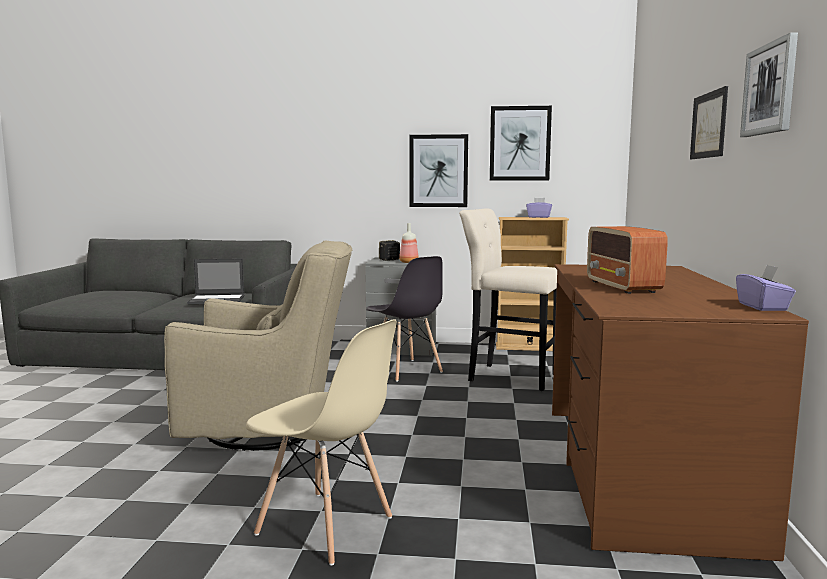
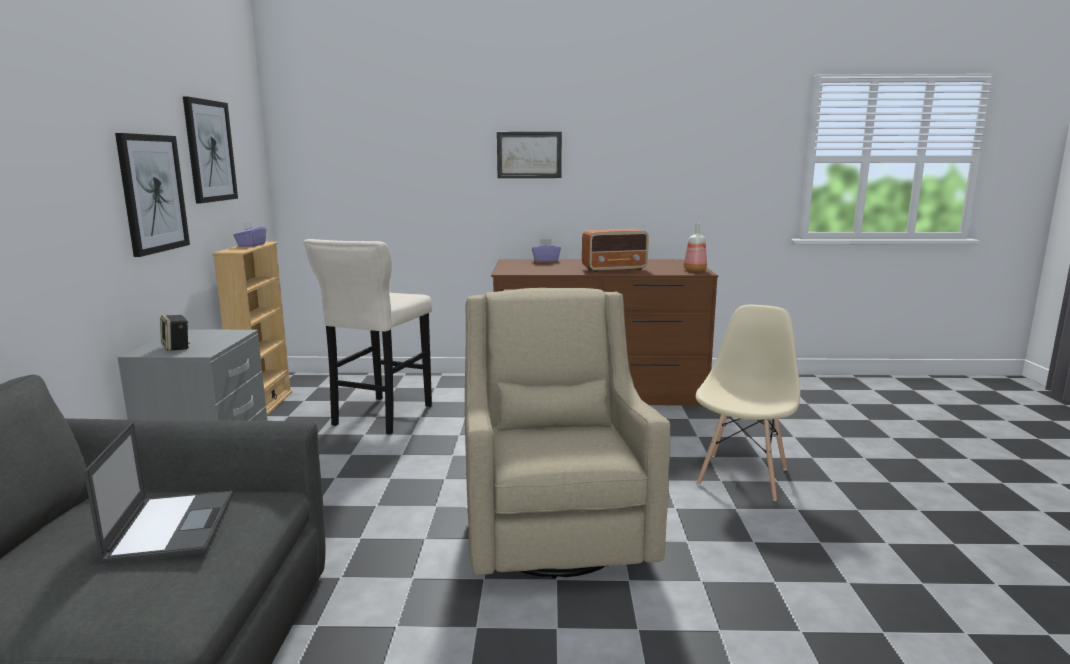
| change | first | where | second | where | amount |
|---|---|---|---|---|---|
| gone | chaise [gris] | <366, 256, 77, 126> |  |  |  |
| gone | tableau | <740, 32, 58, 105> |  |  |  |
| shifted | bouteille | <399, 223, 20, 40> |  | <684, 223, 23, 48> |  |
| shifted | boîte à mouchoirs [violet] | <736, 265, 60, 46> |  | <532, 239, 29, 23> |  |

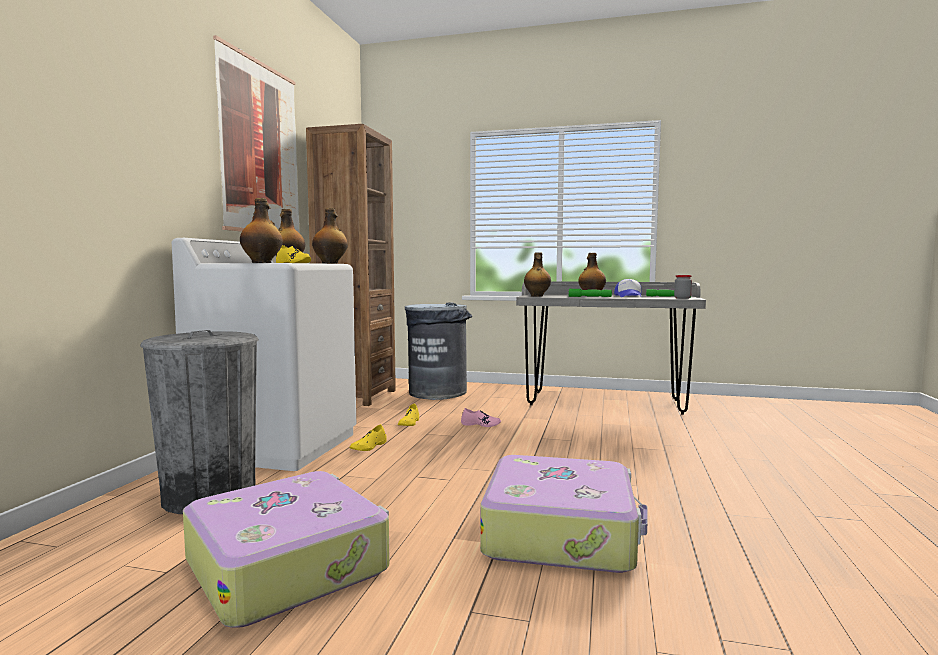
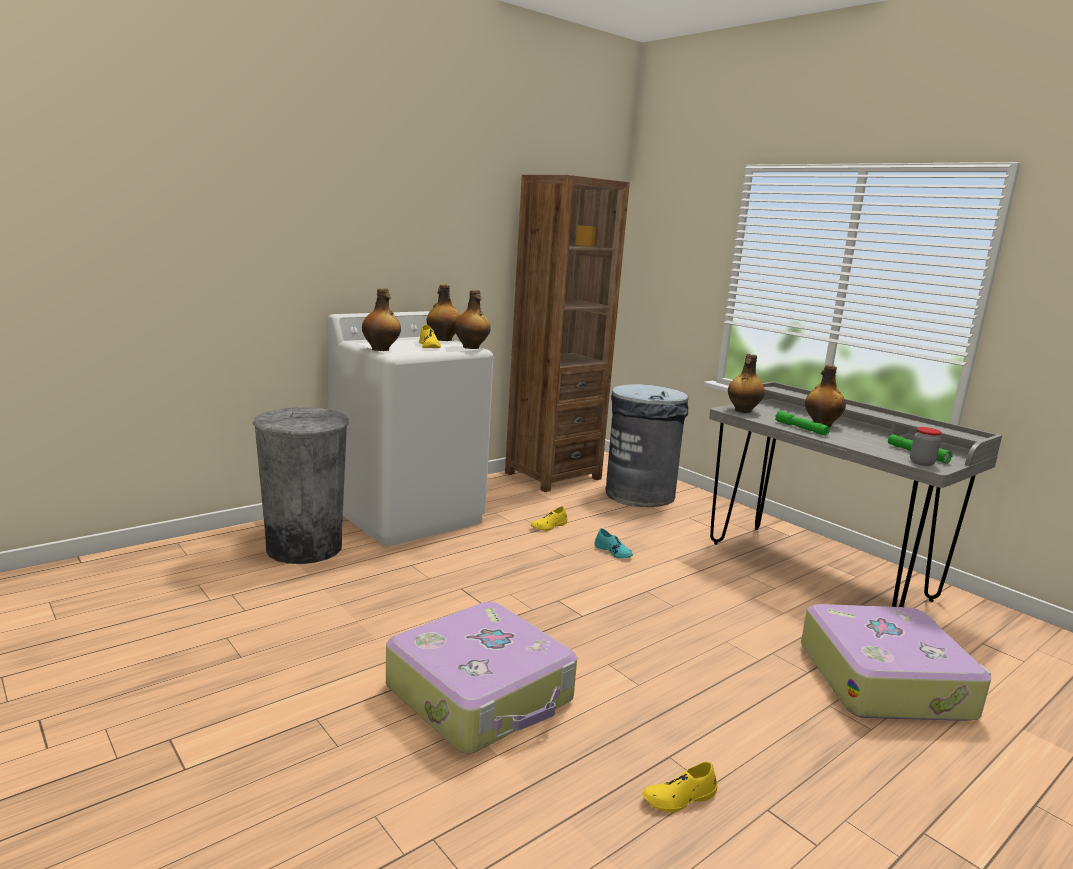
| change | first | where | second | where | amount |
|---|---|---|---|---|---|
| gone | tableau | <213, 35, 86, 197> |  |  |  |
| gone | casquette | <614, 279, 28, 18> |  |  |  |
| shifted | valise | <183, 471, 207, 157> |  | <801, 604, 190, 117> |  |
| shifted | chaussure [jaune] | <350, 424, 37, 27> |  | <642, 762, 76, 51> |  |
| repainted | chaussure [rose] | <461, 408, 40, 19> | chaussure [turquoise] | <595, 528, 38, 31> |  |

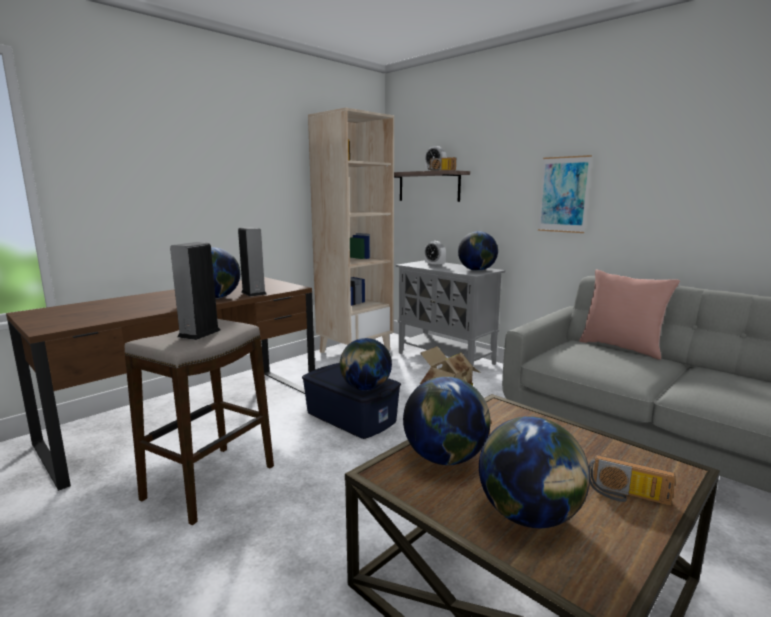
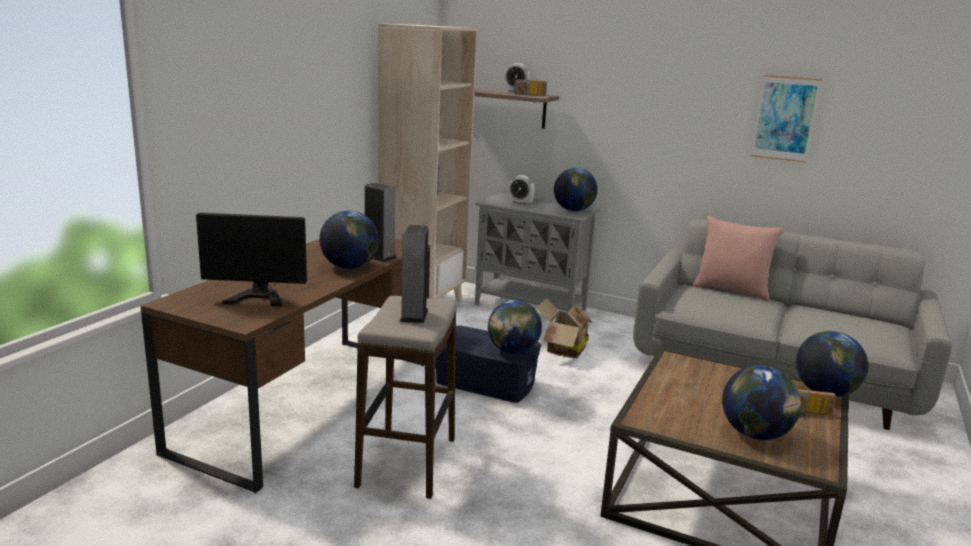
| change | first | where | second | where | amount |
|---|---|---|---|---|---|
| new |  |  | écran d'ordinateur | <196, 213, 111, 93> |  |
| shifted | globe | <403, 376, 87, 89> |  | <796, 331, 72, 66> |  |
| shifted | tableau | <538, 155, 54, 78> |  | <751, 75, 71, 88> |  |

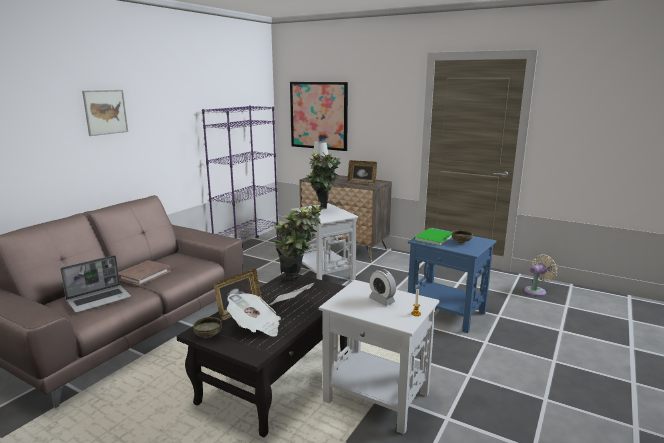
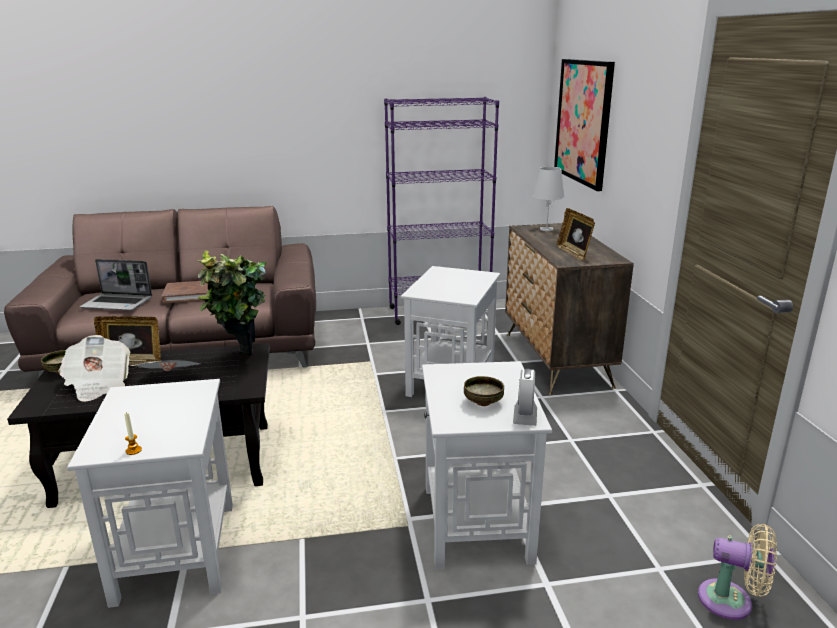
| change | first | where | second | where | amount |
|---|---|---|---|---|---|
| gone | tableau | <82, 90, 46, 46> |  |  |  |
| gone | plante en pot | <305, 151, 36, 58> |  |  |  |
| gone | livre [vert] | <414, 228, 38, 18> |  |  |  |
| shifted | réveil | <369, 269, 27, 37> |  | <513, 369, 24, 57> |  |
| repainted | table d'appoint [bleu] | <408, 228, 89, 105> | table d'appoint [blanc] | <422, 361, 130, 209> |  |

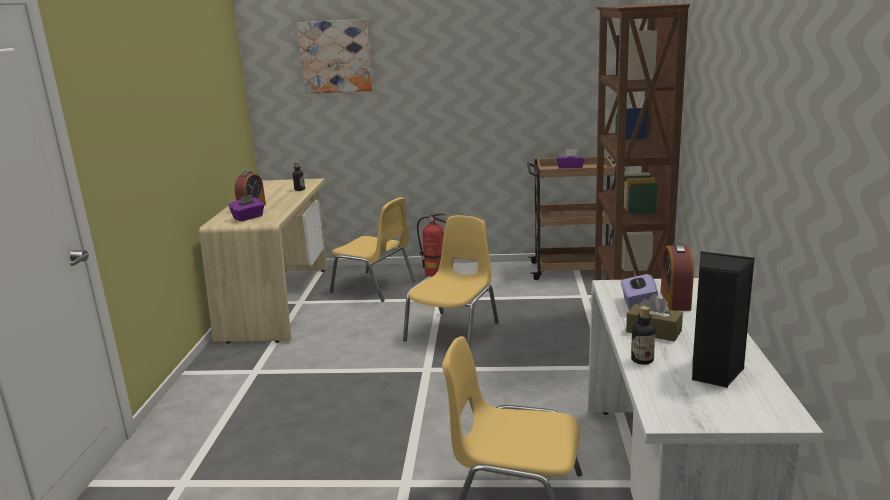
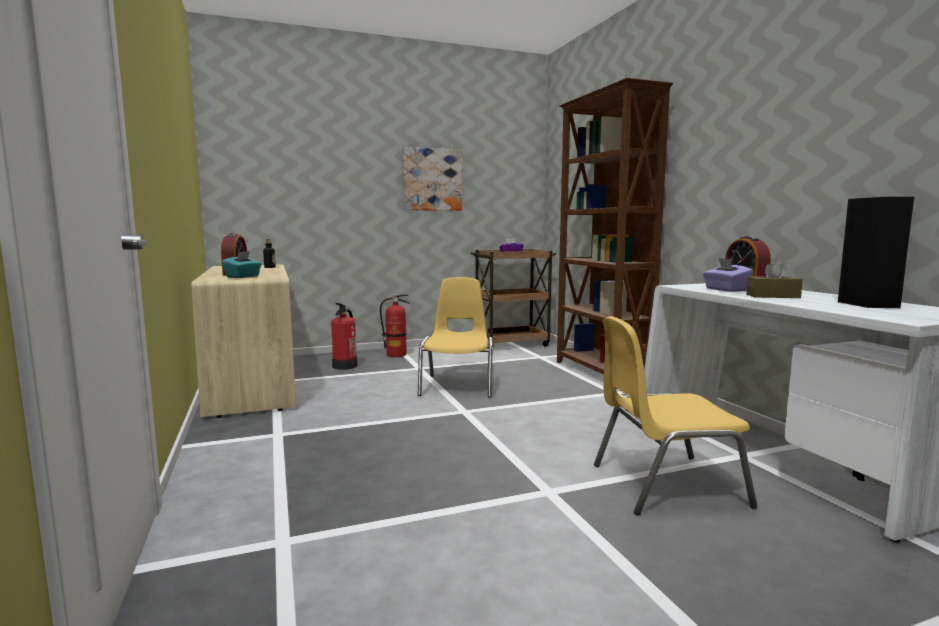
| change | first | where | second | where | amount |
|---|---|---|---|---|---|
| gone | bouteille | <631, 306, 24, 59> |  |  |  |
| shifted | tableau | <297, 19, 76, 75> |  | <403, 147, 59, 64> |  |
| swapped | chaise [jaune] | <330, 197, 86, 105> | extincteur | <331, 303, 27, 67> |  |
| repainted | boîte à mouchoirs [violet] | <229, 194, 35, 27> | boîte à mouchoirs [turquoise] | <222, 251, 39, 27> |  |

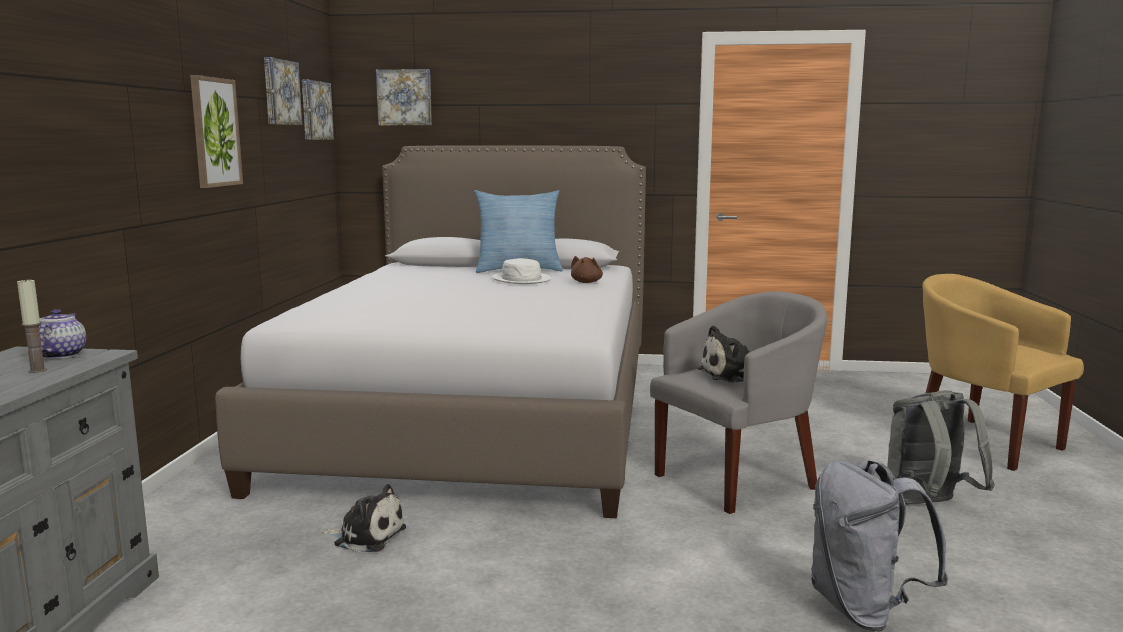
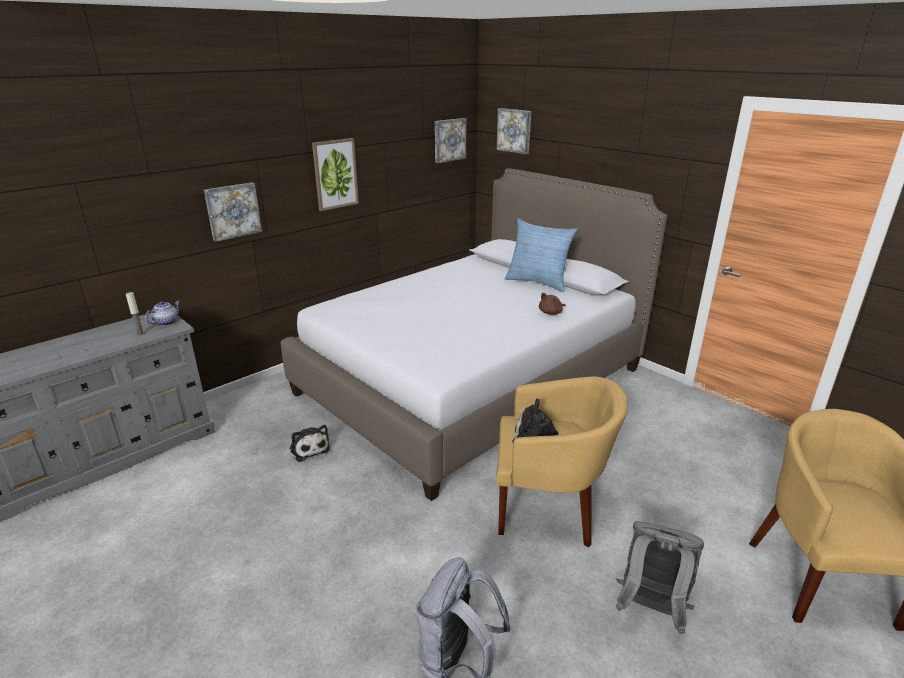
| change | first | where | second | where | amount |
|---|---|---|---|---|---|
| gone | chapeau [blanc] | <492, 258, 60, 26> |  |  |  |
| shifted | tableau | <264, 57, 38, 68> |  | <204, 182, 58, 59> |  |
| repainted | fauteuil [gris] | <650, 291, 177, 223> | fauteuil [jaune] | <496, 376, 132, 172> |  |

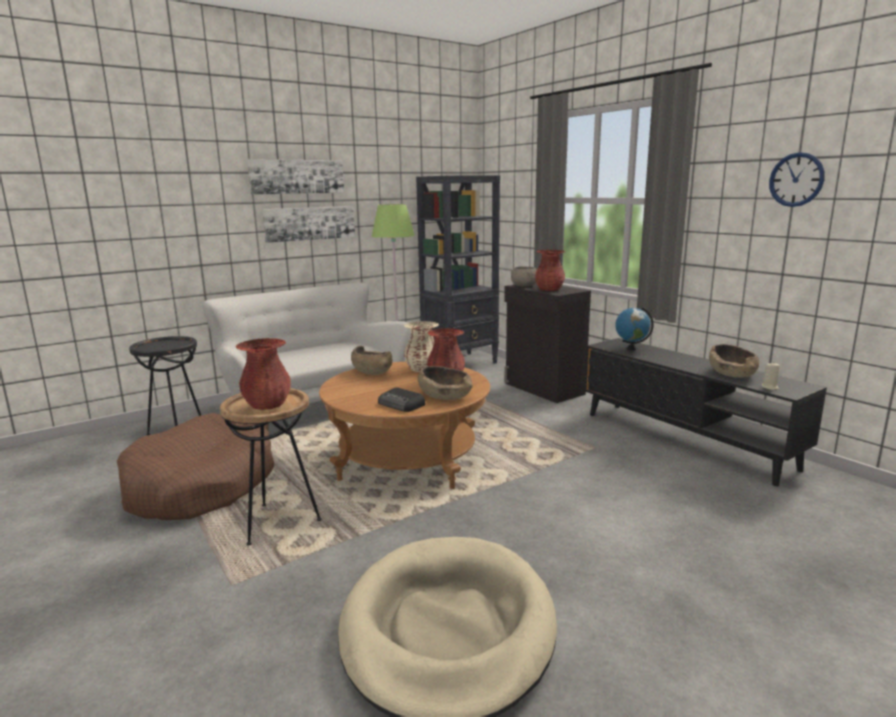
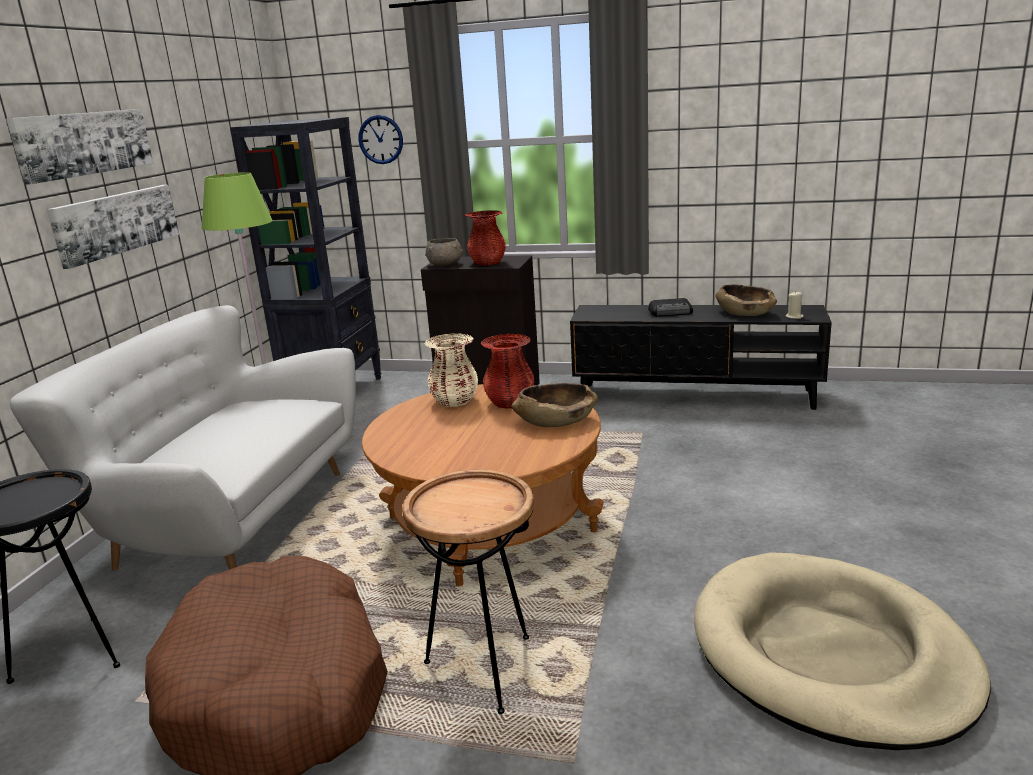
| change | first | where | second | where | amount |
|---|---|---|---|---|---|
| gone | vase [rouge] | <235, 338, 56, 72> |  |  |  |
| gone | bol [marron] | <351, 346, 41, 29> |  |  |  |
| gone | globe | <616, 307, 38, 43> |  |  |  |
| shifted | radio | <378, 387, 47, 25> |  | <648, 298, 45, 18> |  |
| shifted | horloge murale | <769, 152, 56, 55> |  | <359, 115, 44, 49> |  |

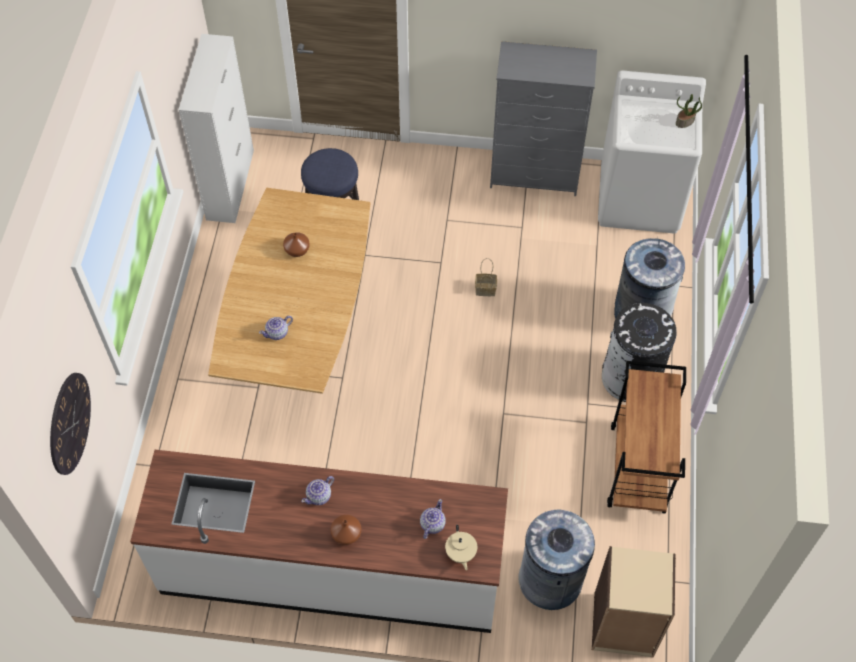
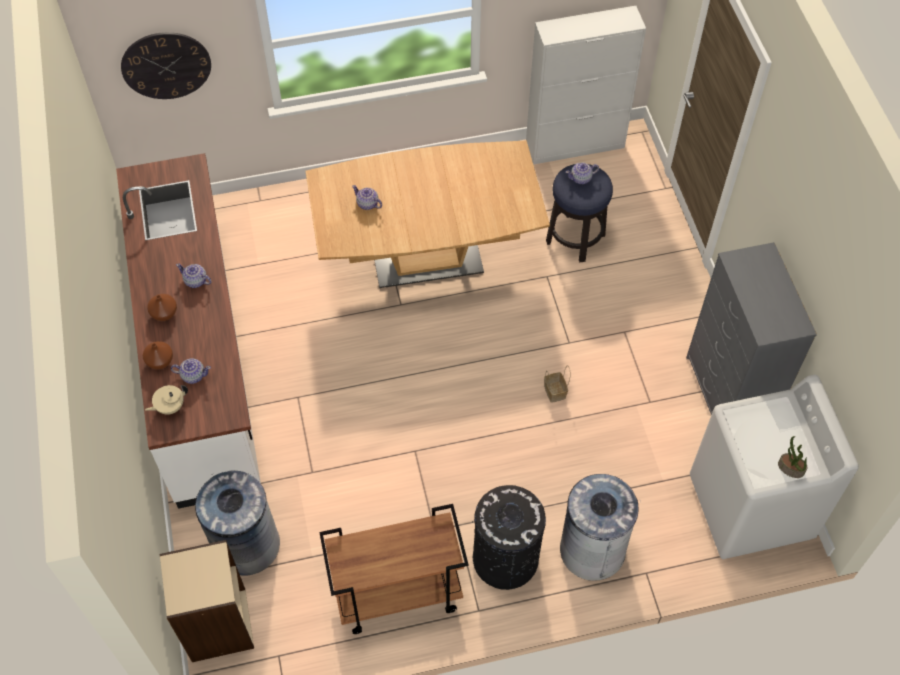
| change | first | where | second | where | amount |
|---|---|---|---|---|---|
| new |  |  | théière | <566, 162, 33, 22> |  |
| shifted | vase [marron] | <283, 232, 27, 25> |  | <143, 341, 30, 29> |  |

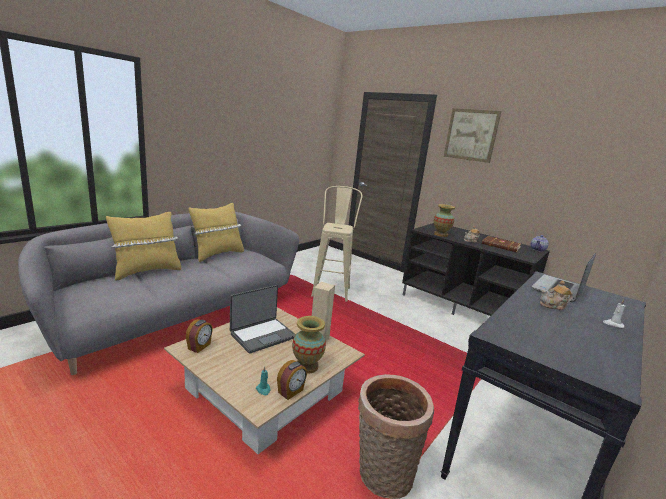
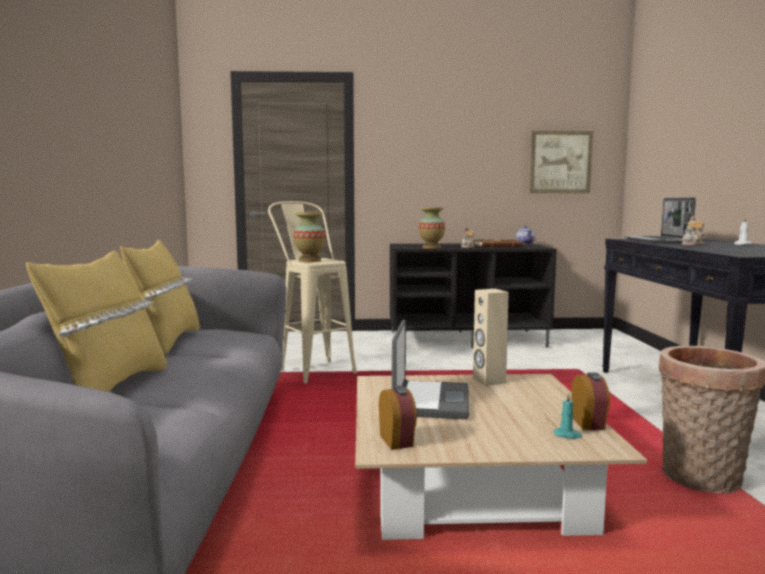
| change | first | where | second | where | amount |
|---|---|---|---|---|---|
| shifted | vase | <292, 316, 34, 58> |  | <293, 212, 33, 50> |  |
| shifted | tableau | <444, 108, 58, 55> |  | <529, 131, 64, 62> |  |

